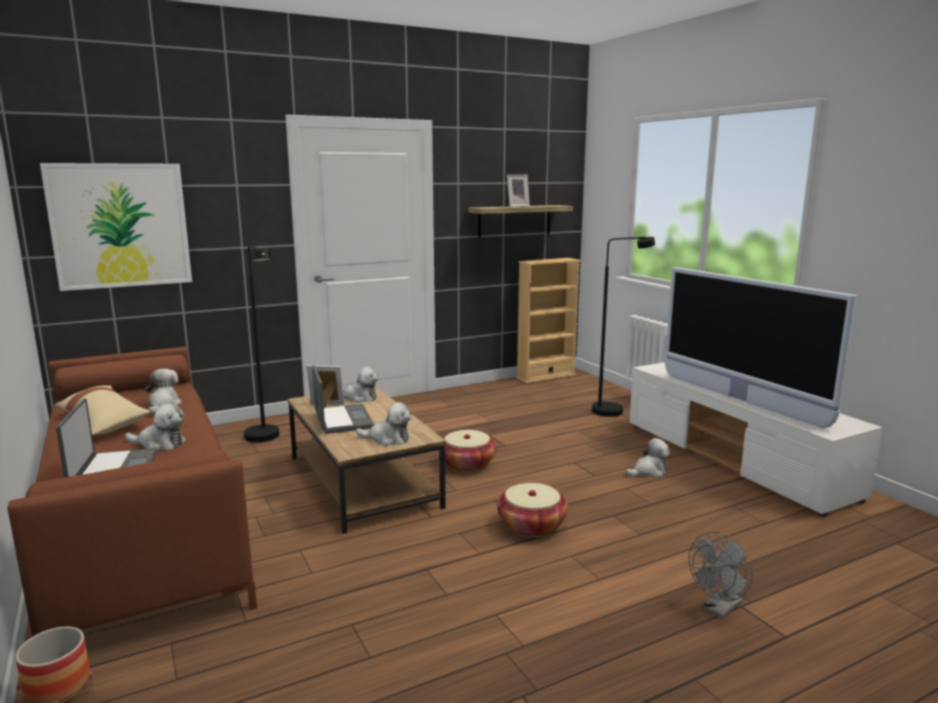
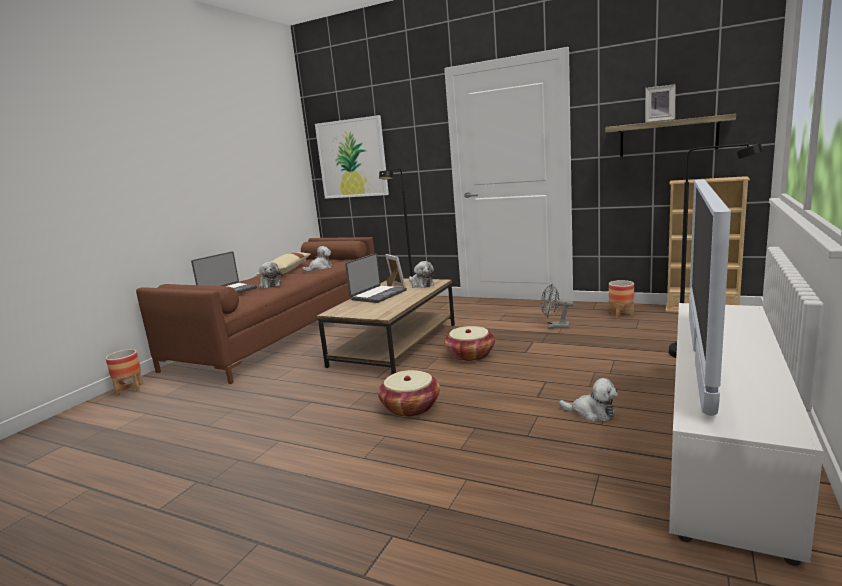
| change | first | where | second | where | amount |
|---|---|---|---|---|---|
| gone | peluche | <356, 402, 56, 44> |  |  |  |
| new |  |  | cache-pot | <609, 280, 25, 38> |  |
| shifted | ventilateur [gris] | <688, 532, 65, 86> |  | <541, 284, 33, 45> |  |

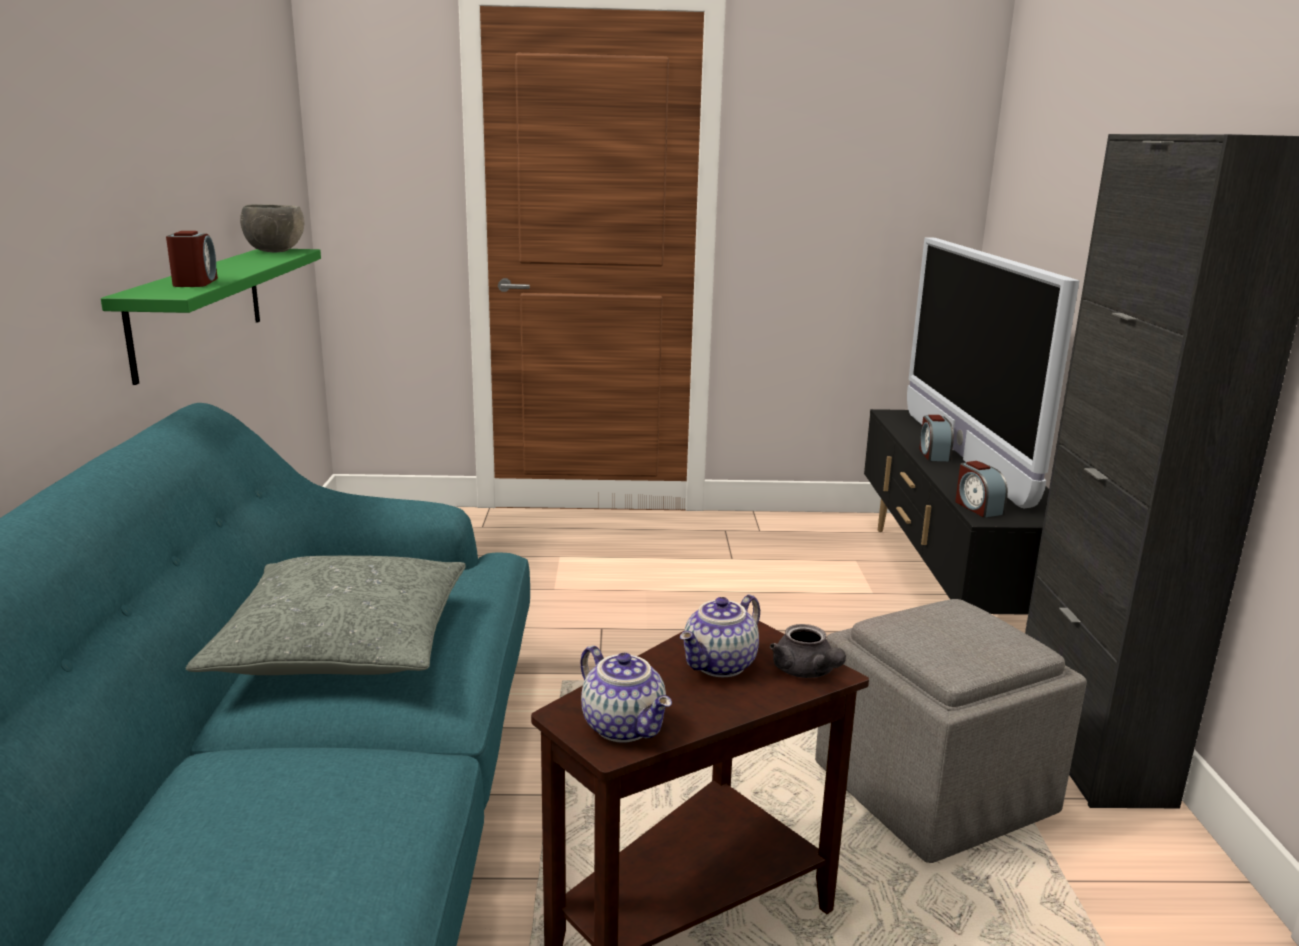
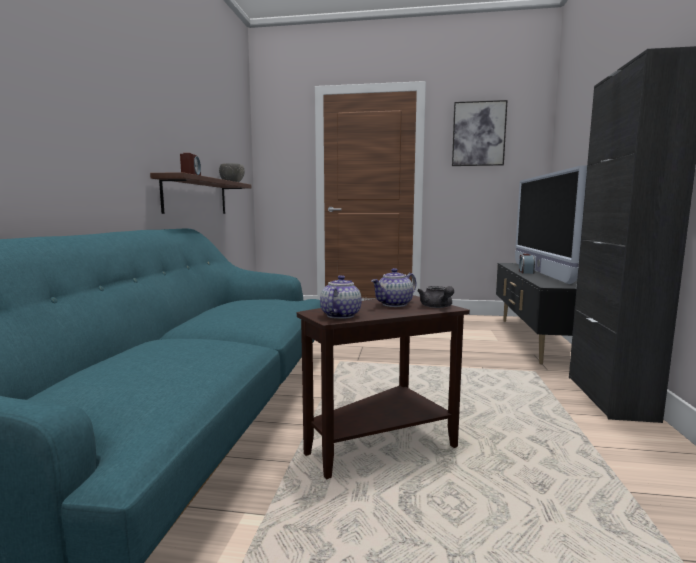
| change | first | where | second | where | amount |
|---|---|---|---|---|---|
| gone | coussin [gris] | <186, 556, 280, 119> |  |  |  |
| gone | pouf [gris] | <815, 599, 272, 264> |  |  |  |
| gone | réveil | <955, 461, 53, 56> |  |  |  |
| new |  |  | tableau | <452, 100, 56, 66> |  |
| repainted | étagère [vert] | <101, 249, 220, 136> | étagère [marron] | <150, 172, 101, 42> |  |
| rotated | théière | <581, 645, 91, 98> |  | <320, 275, 42, 44> | 135 degrees counterclockwise |

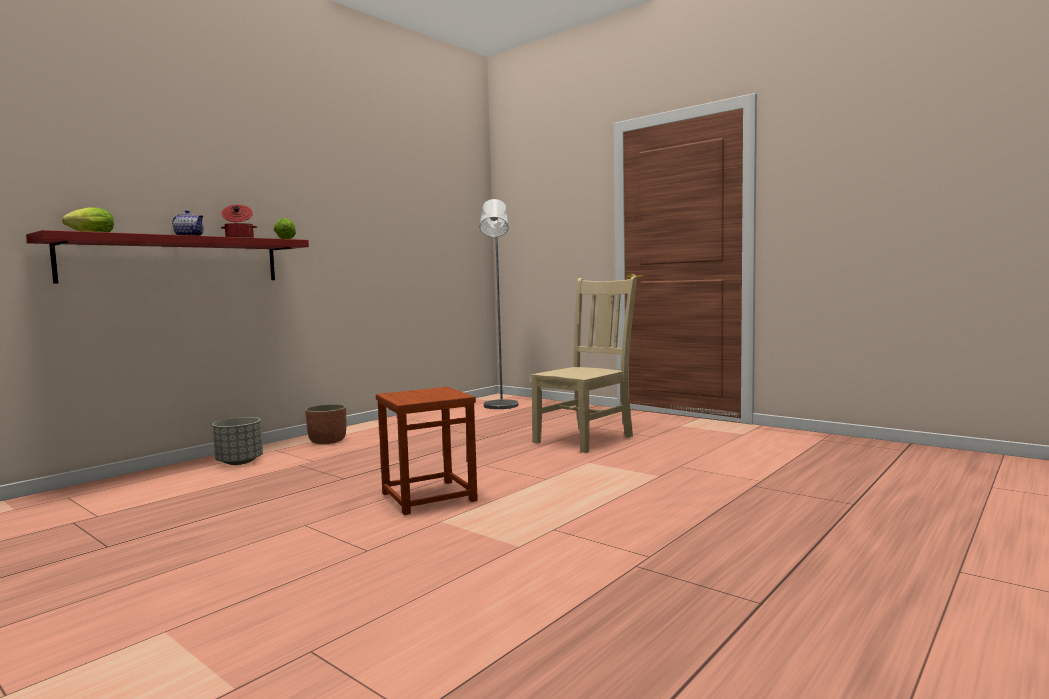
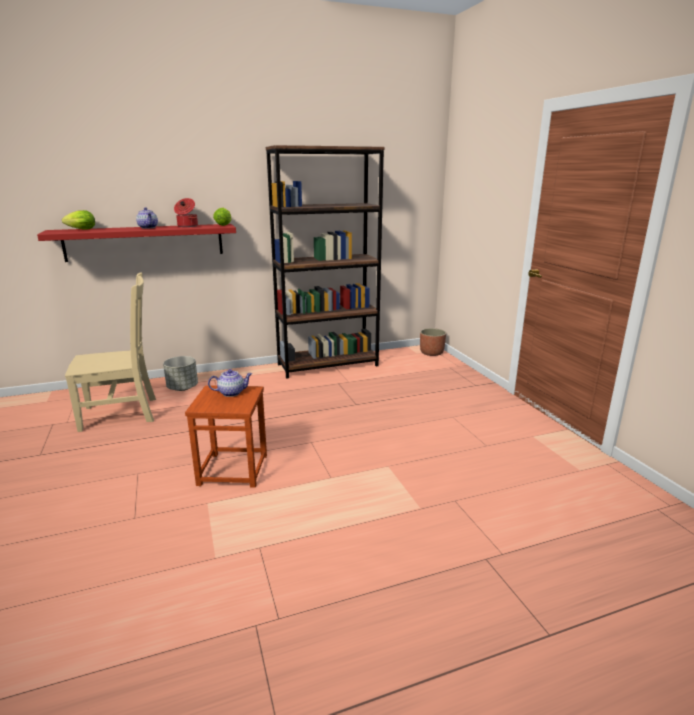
| change | first | where | second | where | amount |
|---|---|---|---|---|---|
| gone | lampadaire [gris] | <479, 199, 40, 210> |  |  |  |
| new |  |  | théière | <208, 369, 44, 28> |  |
| new |  |  | bibliothèque [marron] | <266, 145, 119, 234> |  |
| shifted | cache-pot | <305, 404, 41, 40> |  | <420, 328, 26, 28> |  |
| shifted | chaise [beige] | <531, 276, 106, 177> |  | <65, 273, 91, 159> |  |

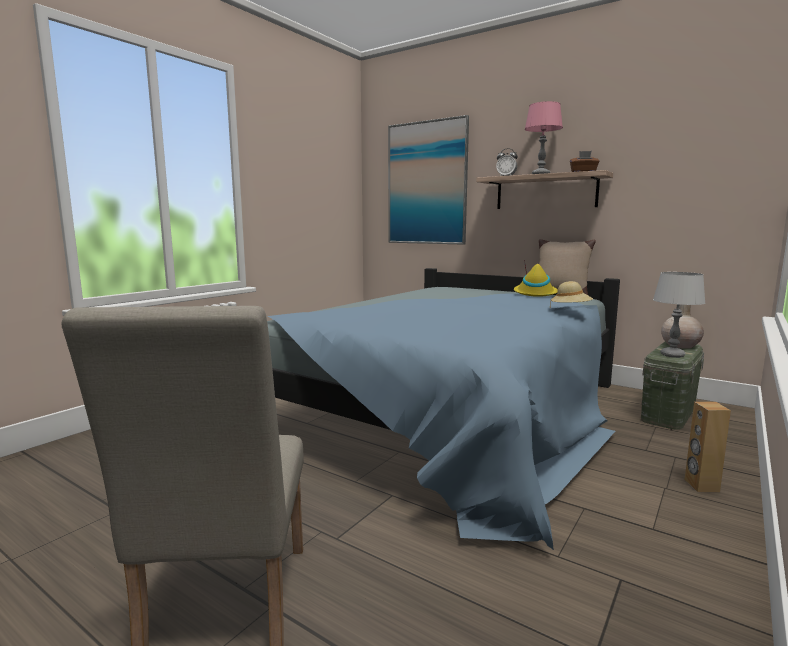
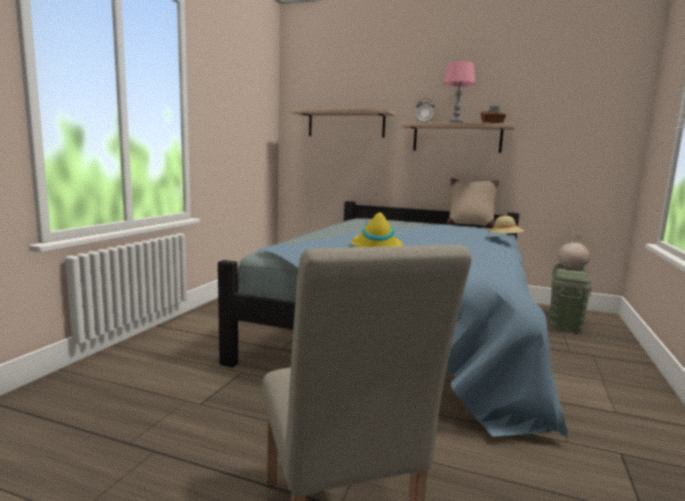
| change | first | where | second | where | amount |
|---|---|---|---|---|---|
| gone | lampe de table [gris] | <653, 272, 52, 86> |  |  |  |
| gone | enceinte [marron] | <685, 402, 46, 90> |  |  |  |
| shifted | chapeau [jaune] | <514, 260, 44, 37> |  | <352, 207, 51, 40> |  |
| swapped | tableau | <388, 115, 81, 130> | étagère | <291, 109, 104, 29> |  |

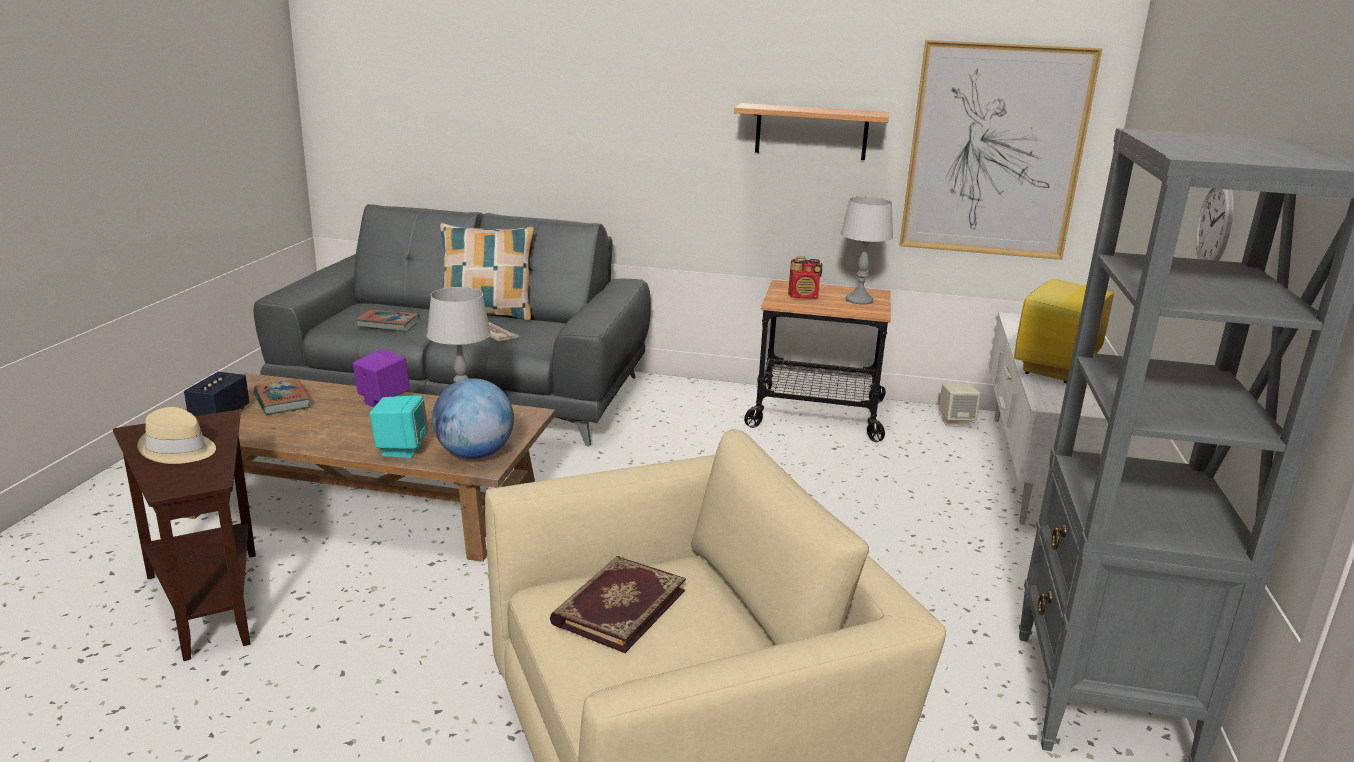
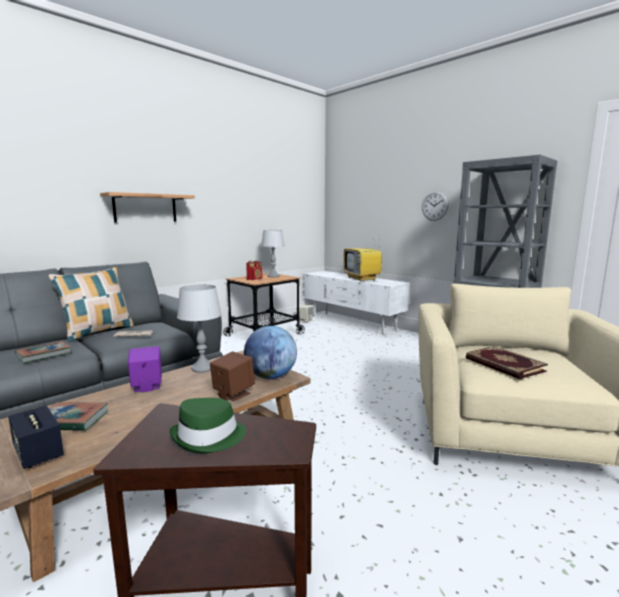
| change | first | where | second | where | amount |
|---|---|---|---|---|---|
| gone | tableau | <900, 40, 202, 220> |  |  |  |
| shifted | étagère | <734, 103, 155, 57> |  | <100, 192, 95, 31> |  |
| repainted | chapeau [beige] | <137, 407, 79, 57> | chapeau [vert] | <169, 398, 77, 55> |  |
| repainted | enceinte [turquoise] | <369, 395, 59, 63> | enceinte [marron] | <210, 351, 45, 50> |  |

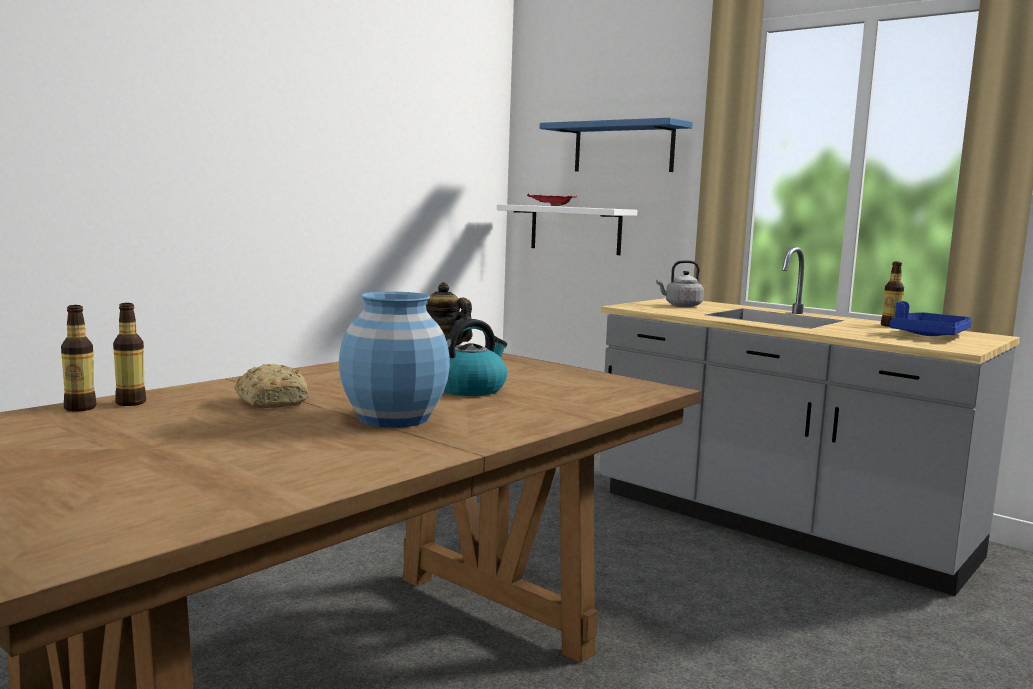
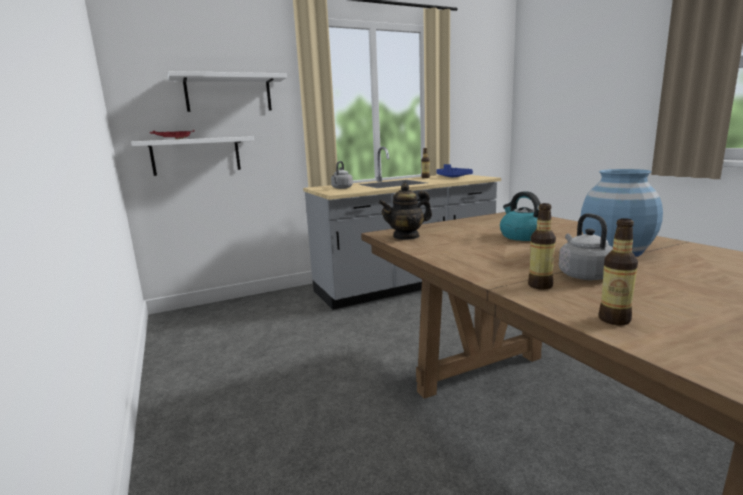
| change | first | where | second | where | amount |
|---|---|---|---|---|---|
| shifted | bouteille | <61, 305, 35, 106> |  | <528, 203, 28, 87> |  |
| swapped | pain | <235, 364, 74, 44> | bouilloire [gris] | <559, 213, 54, 67> |  |
| repainted | étagère [bleu] | <540, 118, 153, 54> | étagère [blanc] | <168, 71, 119, 41> |  |

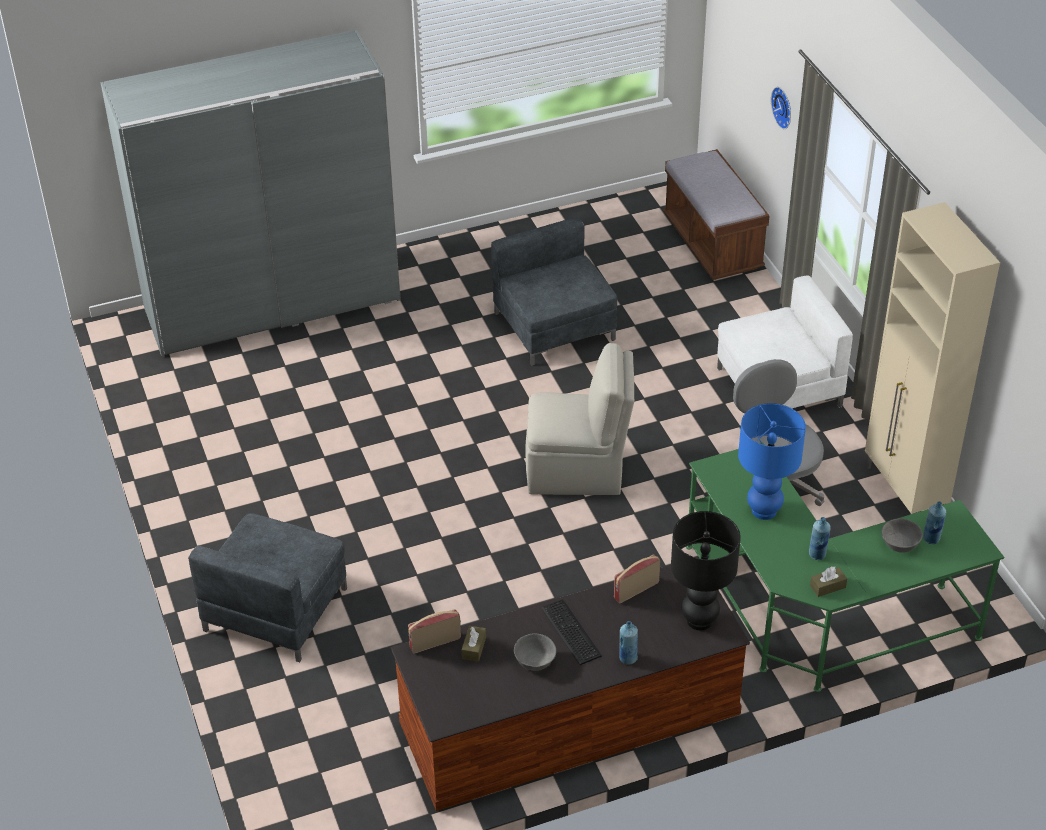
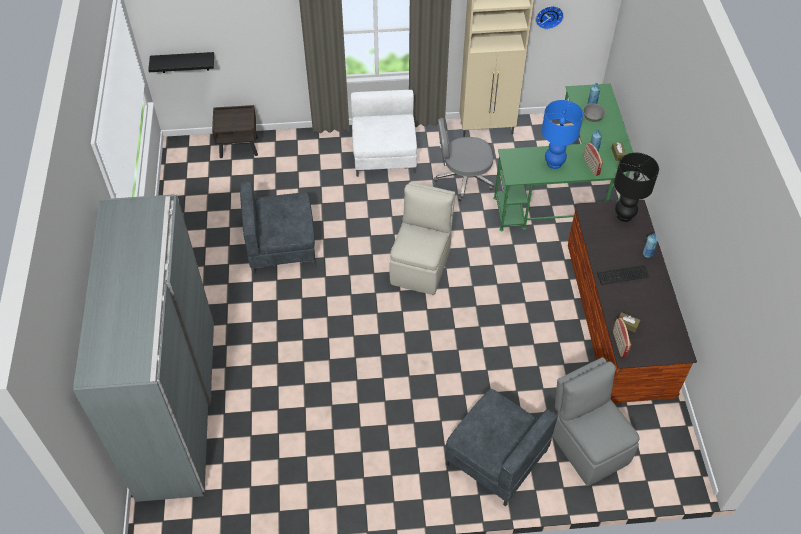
| change | first | where | second | where | amount |
|---|---|---|---|---|---|
| gone | bol [gris] | <514, 633, 42, 38> |  |  |  |
| new |  |  | étagère [noir] | <148, 52, 66, 21> |  |
| new |  |  | chaise [gris] | <552, 357, 88, 129> |  |
| shifted | radio | <614, 555, 46, 48> |  | <583, 143, 20, 33> |  |
| shifted | horloge murale | <771, 87, 20, 42> |  | <535, 6, 29, 23> |  |
| swapped | banc [marron] | <663, 149, 107, 131> | table de chevet [marron] | <212, 105, 46, 53> |  |

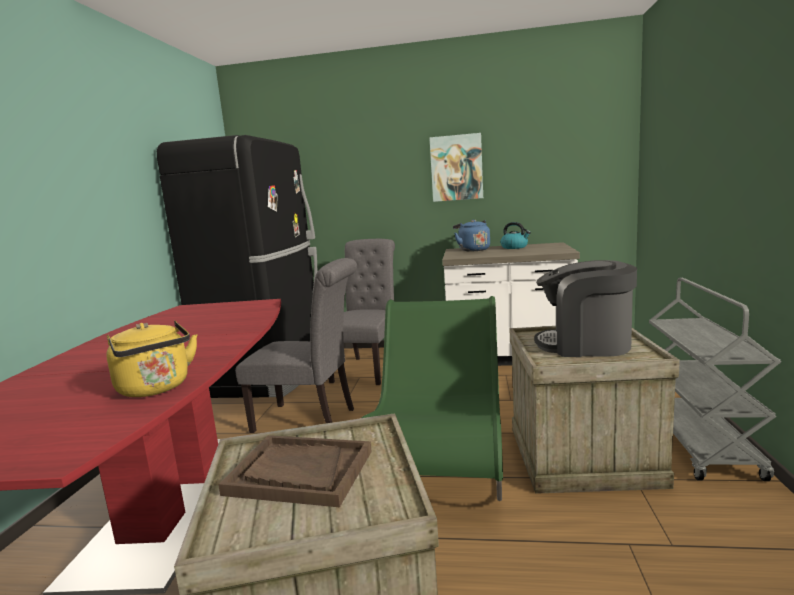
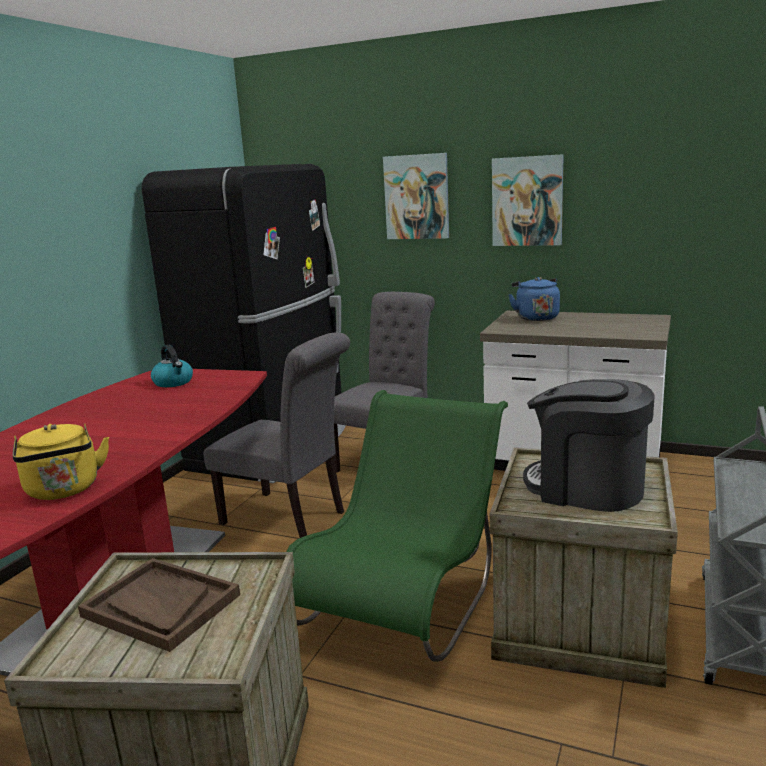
| change | first | where | second | where | amount |
|---|---|---|---|---|---|
| new |  |  | tableau | <383, 153, 66, 86> |  |
| shifted | bouilloire | <501, 222, 30, 27> |  | <151, 345, 42, 42> |  |

